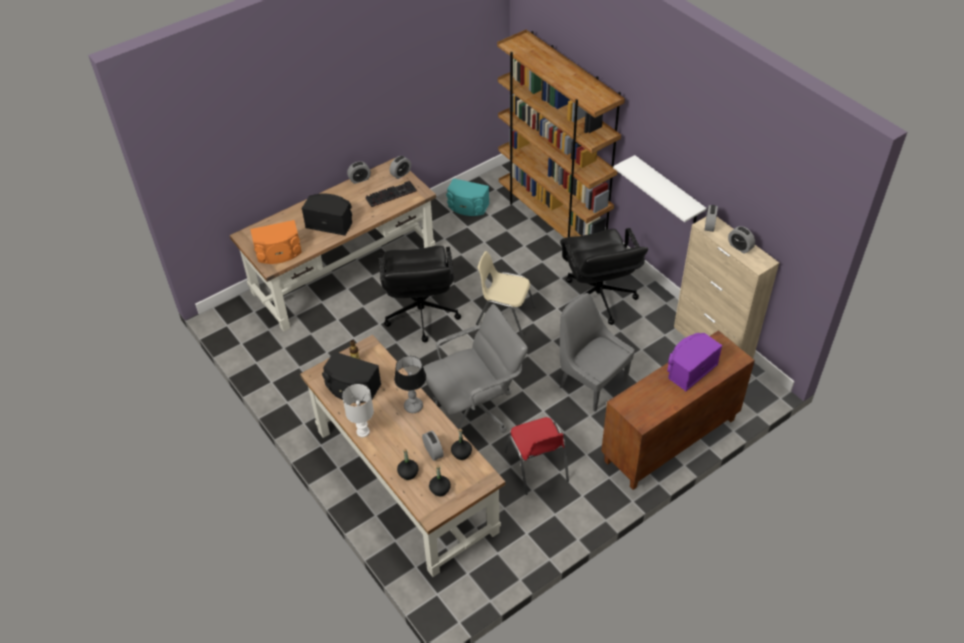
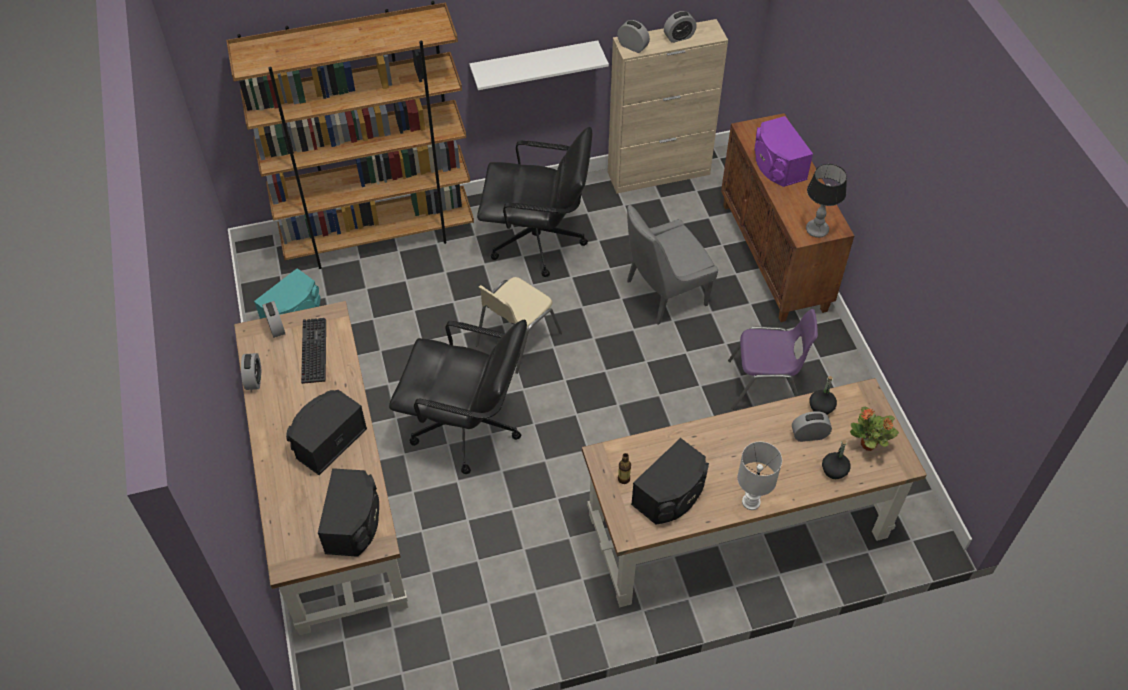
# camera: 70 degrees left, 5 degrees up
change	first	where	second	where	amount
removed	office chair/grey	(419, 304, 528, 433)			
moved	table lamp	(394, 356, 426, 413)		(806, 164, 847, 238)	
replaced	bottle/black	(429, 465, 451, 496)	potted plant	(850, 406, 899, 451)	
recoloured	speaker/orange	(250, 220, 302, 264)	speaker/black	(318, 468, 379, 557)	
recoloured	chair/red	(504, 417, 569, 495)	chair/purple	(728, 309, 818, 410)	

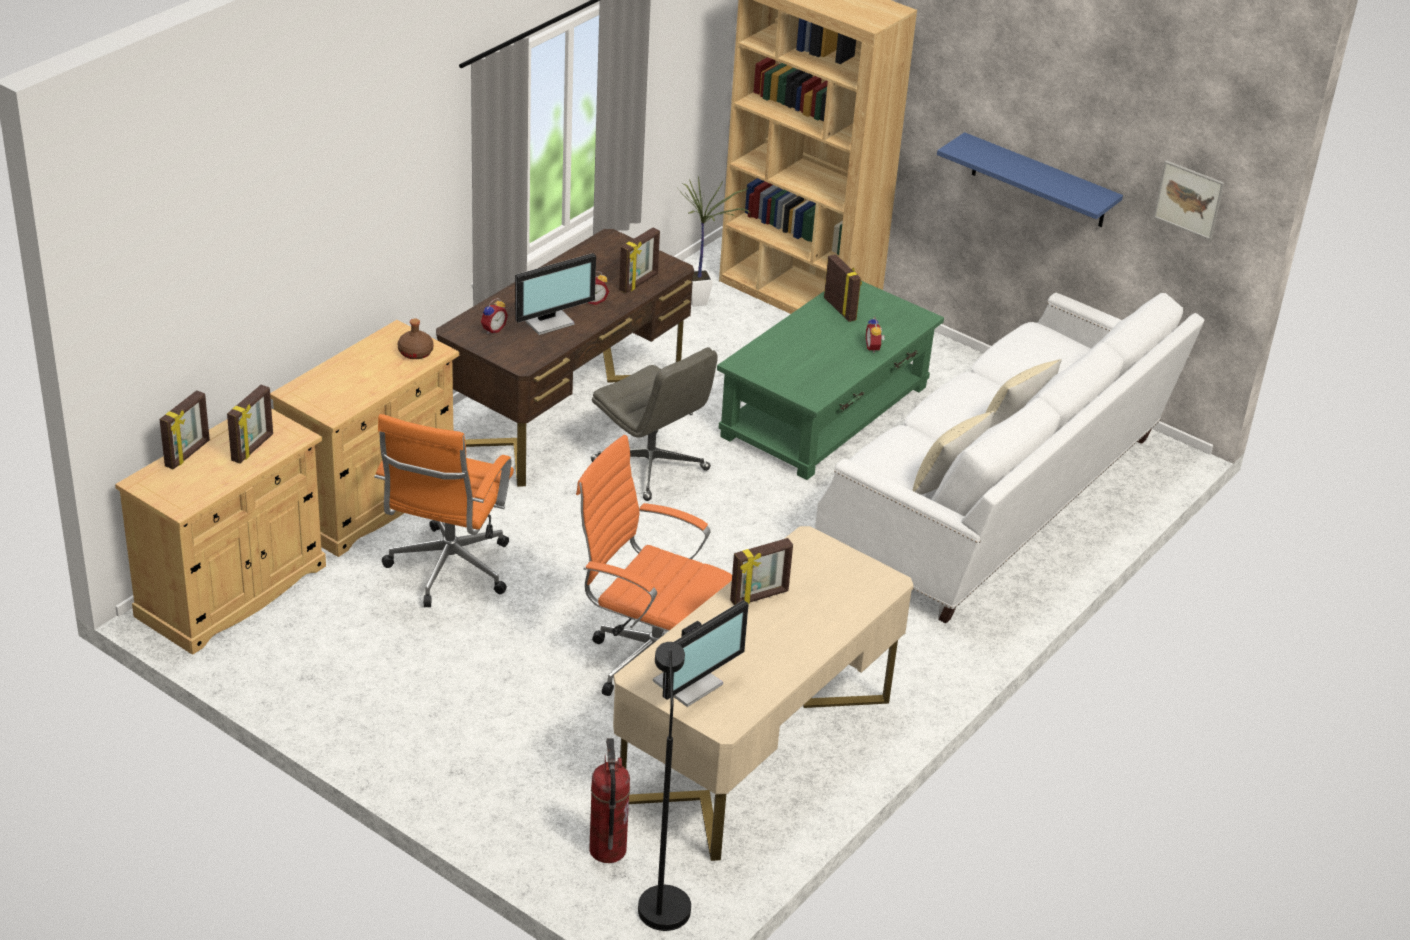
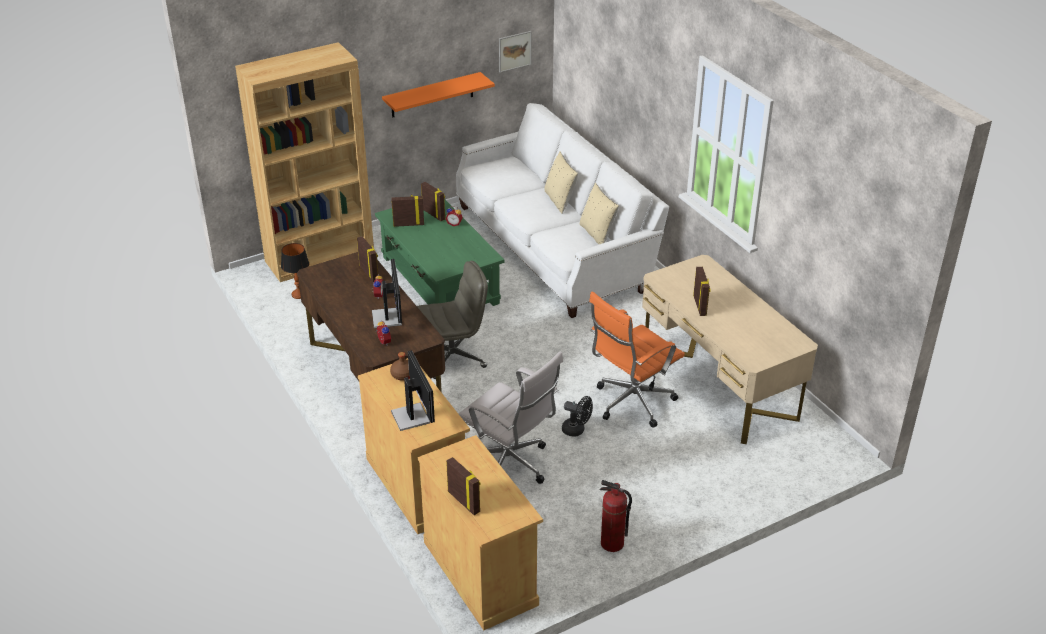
# camera: 65 degrees left, 0 degrees up
change	first	where	second	where	amount
removed	floor lamp/black	(638, 642, 691, 931)			
added			fan/black	(562, 396, 593, 437)	
moved	picture frame	(227, 385, 273, 464)		(421, 182, 445, 221)	
moved	fire extinguisher	(589, 738, 630, 863)		(600, 480, 632, 552)	
moved	monitor	(653, 600, 749, 707)		(391, 350, 435, 431)	
replaced	potted plant	(678, 176, 750, 306)	table lamp	(281, 243, 309, 299)	
recoloured	office chair/orange	(374, 414, 514, 607)	office chair/white	(458, 351, 563, 484)	
recoloured	shelf/blue	(937, 132, 1123, 227)	shelf/orange	(382, 72, 495, 118)	

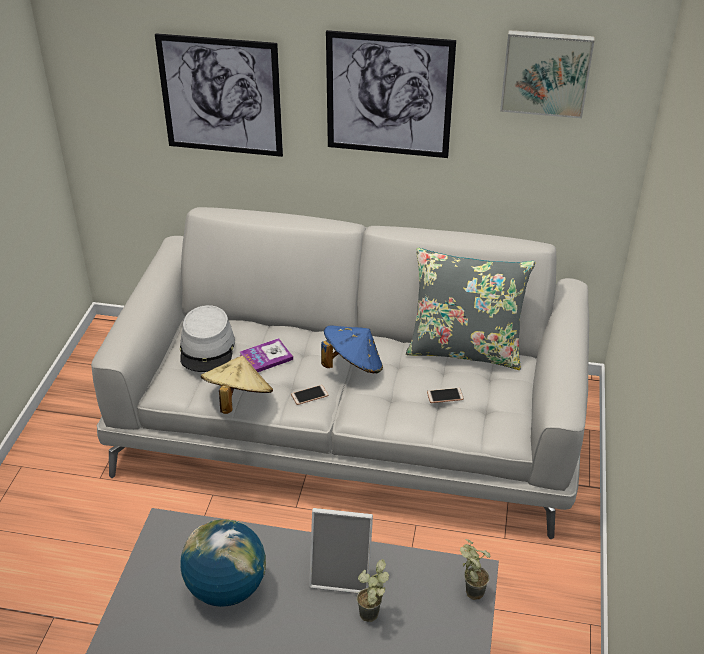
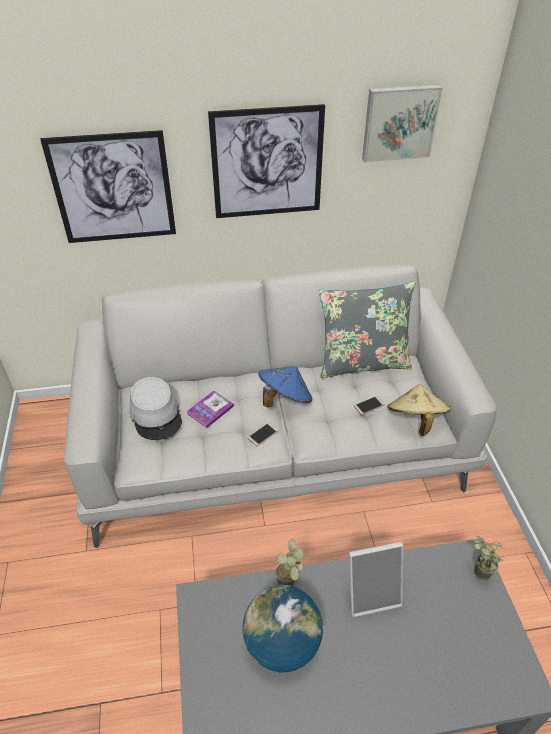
# camera: 20 degrees left, 5 degrees up
change	first	where	second	where	amount
moved	hat/beige	(201, 355, 273, 414)		(387, 384, 451, 436)	
moved	potted plant	(357, 559, 389, 622)		(275, 539, 304, 586)	

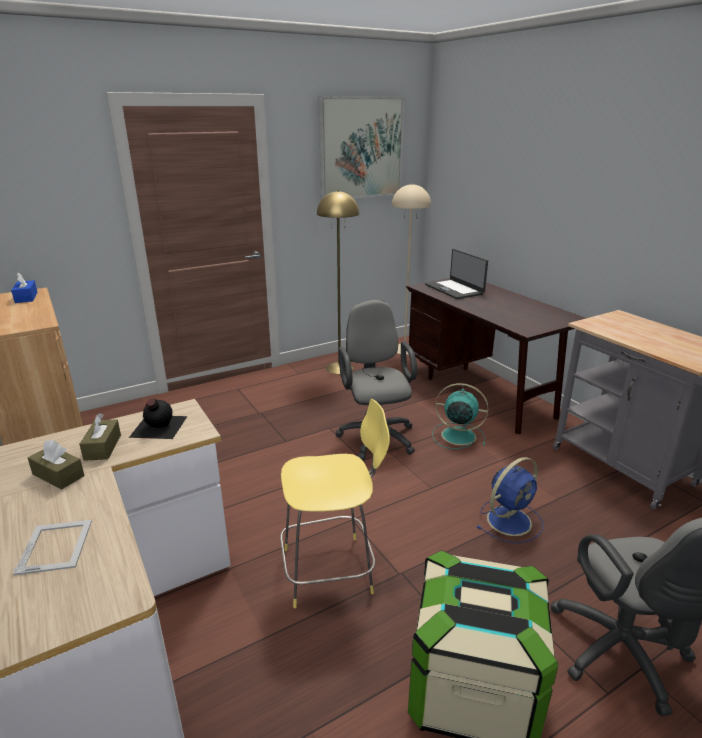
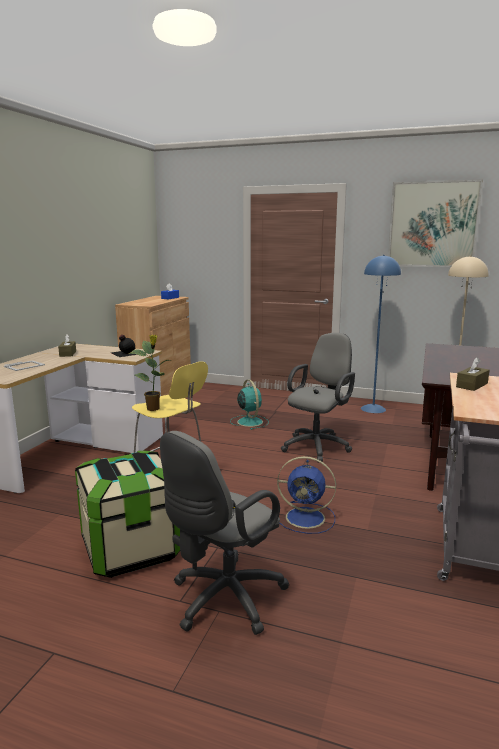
# camera: 50 degrees right, 10 degrees down
change	first	where	second	where	amount
removed	laptop	(425, 249, 488, 299)			
added			potted plant	(129, 335, 170, 411)	
moved	tissue box/brown	(79, 413, 121, 461)		(456, 357, 489, 391)	
moved	fan/turquoise	(432, 383, 489, 449)		(230, 379, 269, 430)	
recoloured	floor lamp/yellow	(317, 190, 360, 374)	floor lamp/blue	(361, 255, 401, 413)	

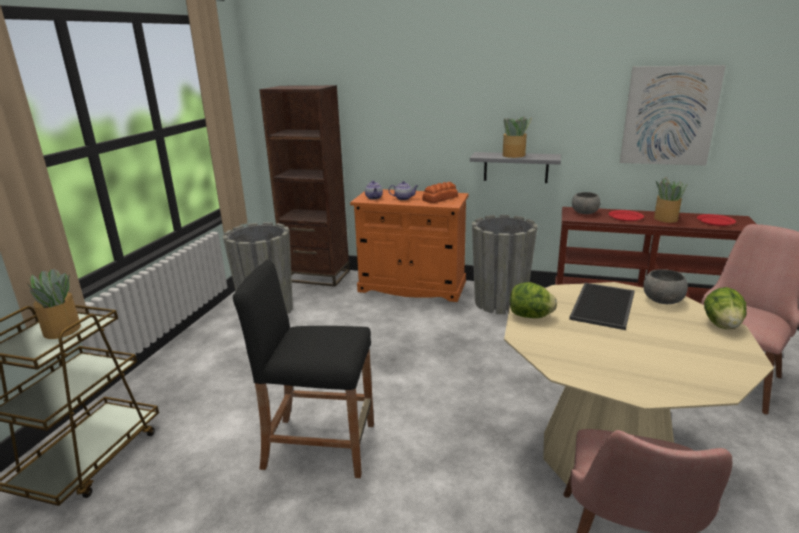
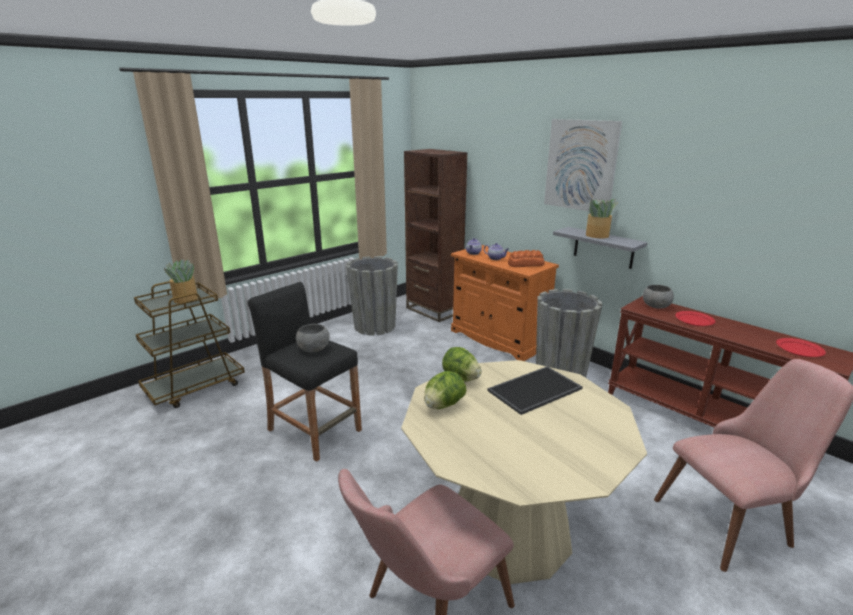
# camera: 30 degrees right, 0 degrees up
change	first	where	second	where	amount
removed	potted plant	(654, 178, 688, 223)			
moved	picture	(620, 65, 726, 166)		(544, 119, 622, 212)	
moved	bowl/grey	(643, 269, 688, 304)		(296, 324, 330, 352)	
moved	lettuce	(704, 287, 746, 329)		(424, 371, 467, 409)	

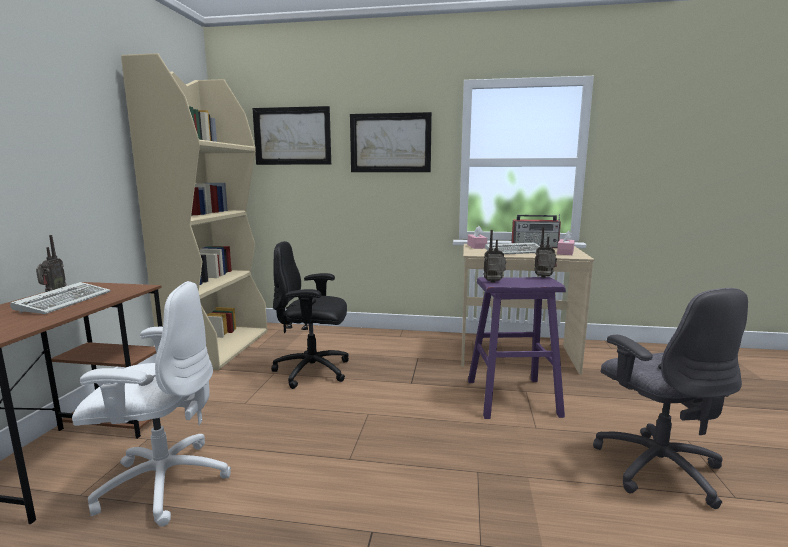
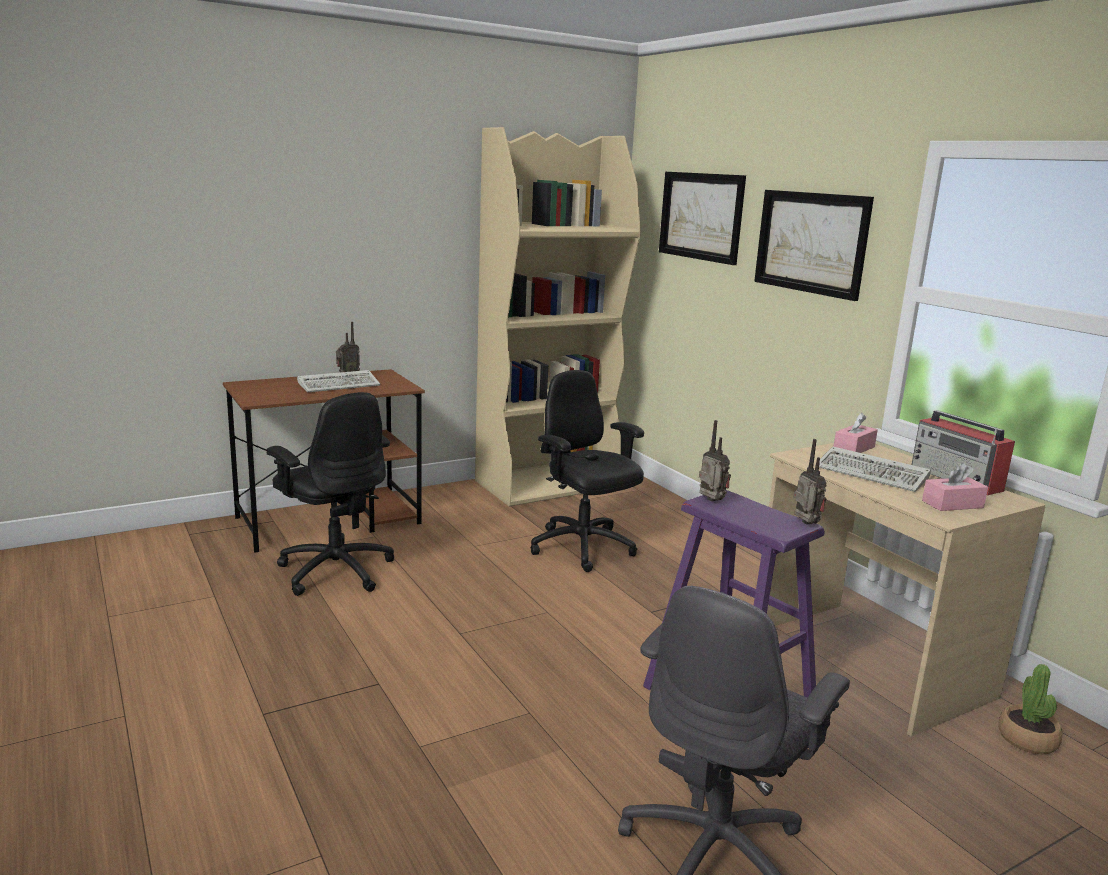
# camera: 50 degrees right, 5 degrees up
change	first	where	second	where	amount
added			potted plant	(998, 664, 1062, 754)	
recoloured	office chair/white	(72, 281, 231, 526)	office chair/black	(266, 392, 394, 596)	

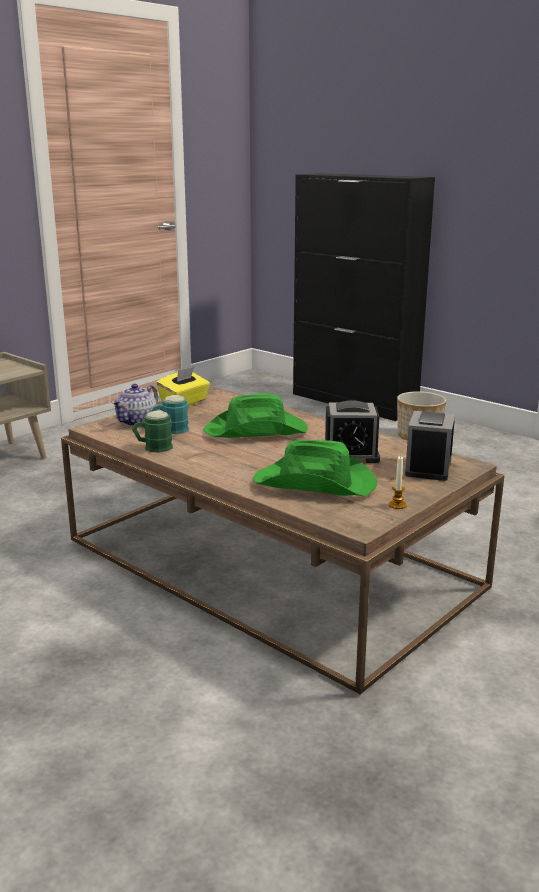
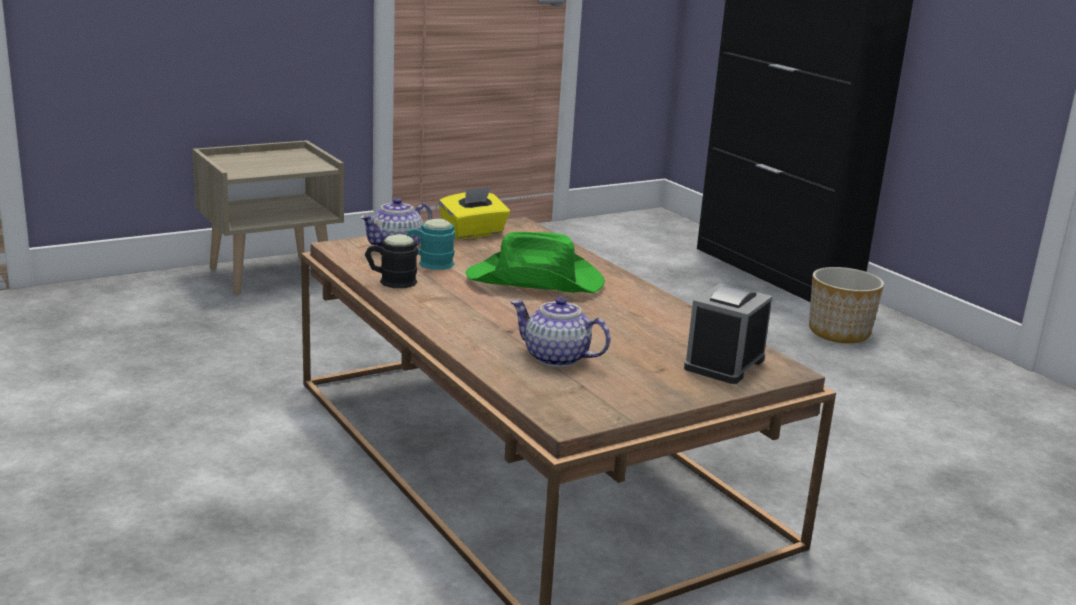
# camera: 15 degrees right, 0 degrees up
change	first	where	second	where	amount
removed	alarm clock	(325, 400, 380, 463)			
removed	candle	(388, 456, 407, 509)			
replaced	hat/green	(254, 440, 377, 496)	teapot	(511, 297, 611, 367)	
recoloured	mug/green	(132, 410, 173, 453)	mug/black	(365, 234, 418, 288)	

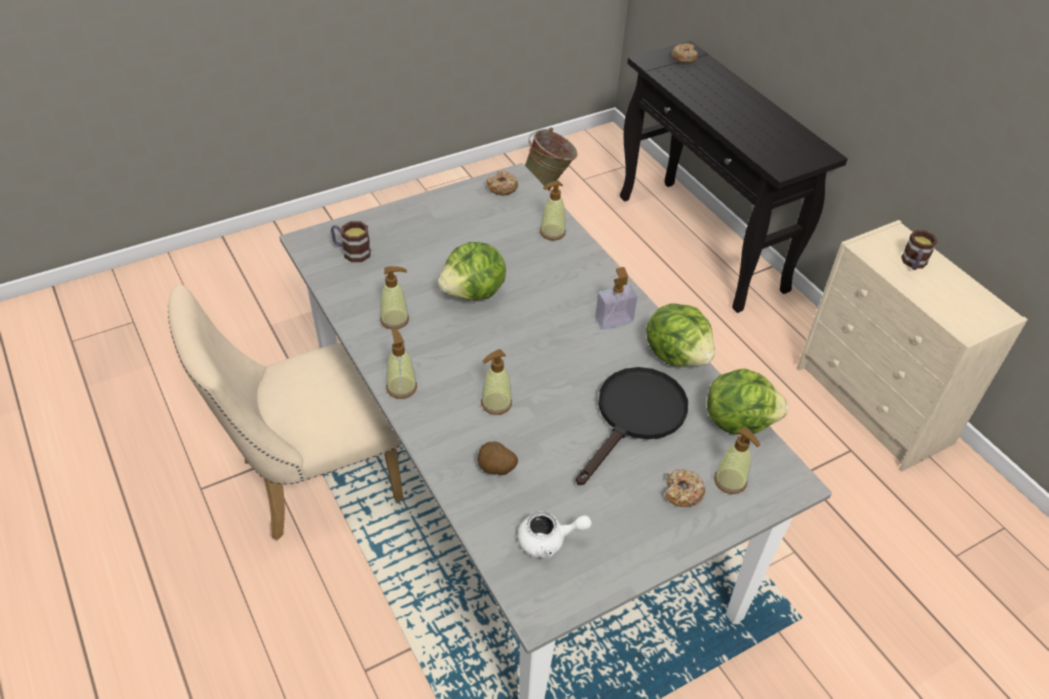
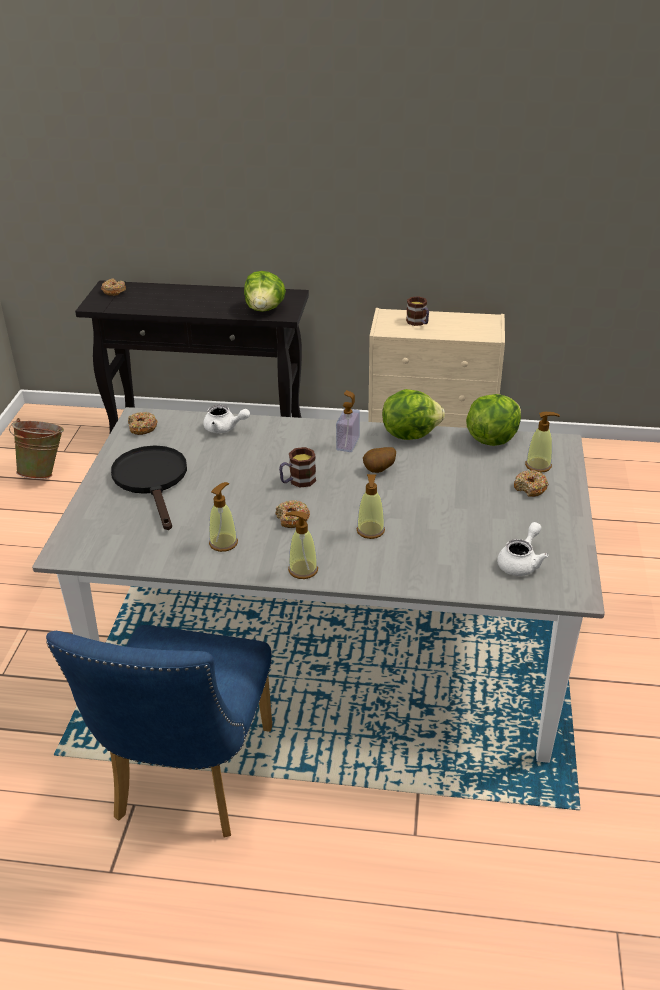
# camera: 50 degrees left, 10 degrees down
change	first	where	second	where	amount
added			donut	(275, 500, 310, 528)	
moved	mug	(331, 221, 371, 262)		(279, 447, 316, 488)	
moved	lettuce	(437, 242, 506, 301)		(244, 271, 286, 312)	
moved	potato	(478, 442, 518, 475)		(363, 447, 396, 473)	
moved	frying pan/black	(576, 367, 688, 485)		(111, 445, 187, 530)	
replaced	soap dispenser	(540, 181, 566, 240)	teapot/white	(203, 405, 250, 433)	
recoloured	chair/beige	(168, 284, 403, 540)	chair/blue	(46, 625, 272, 838)	

